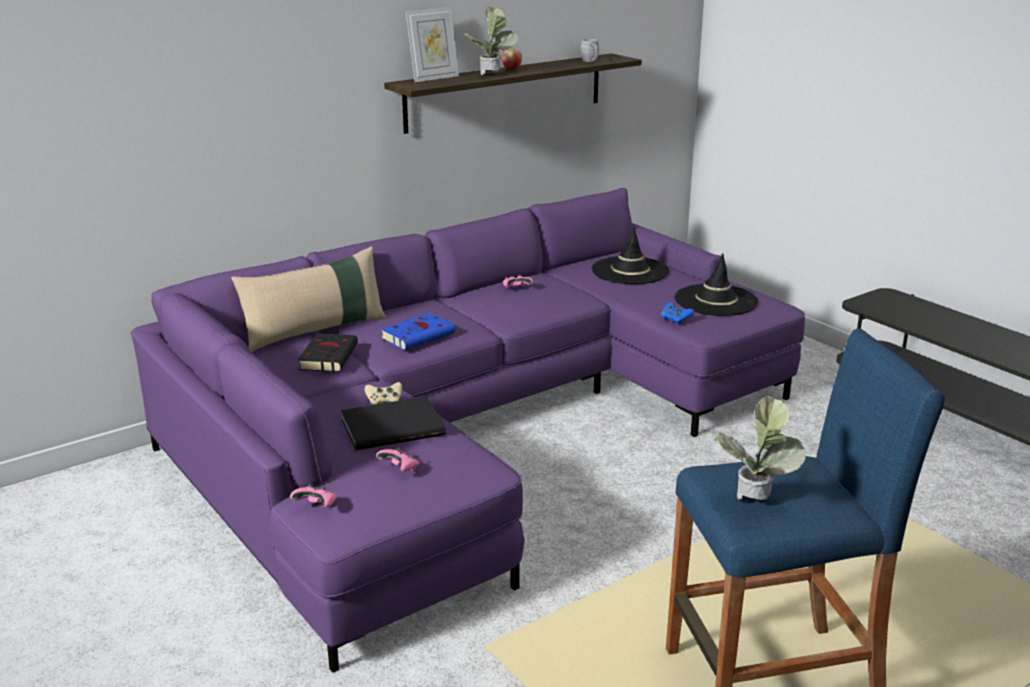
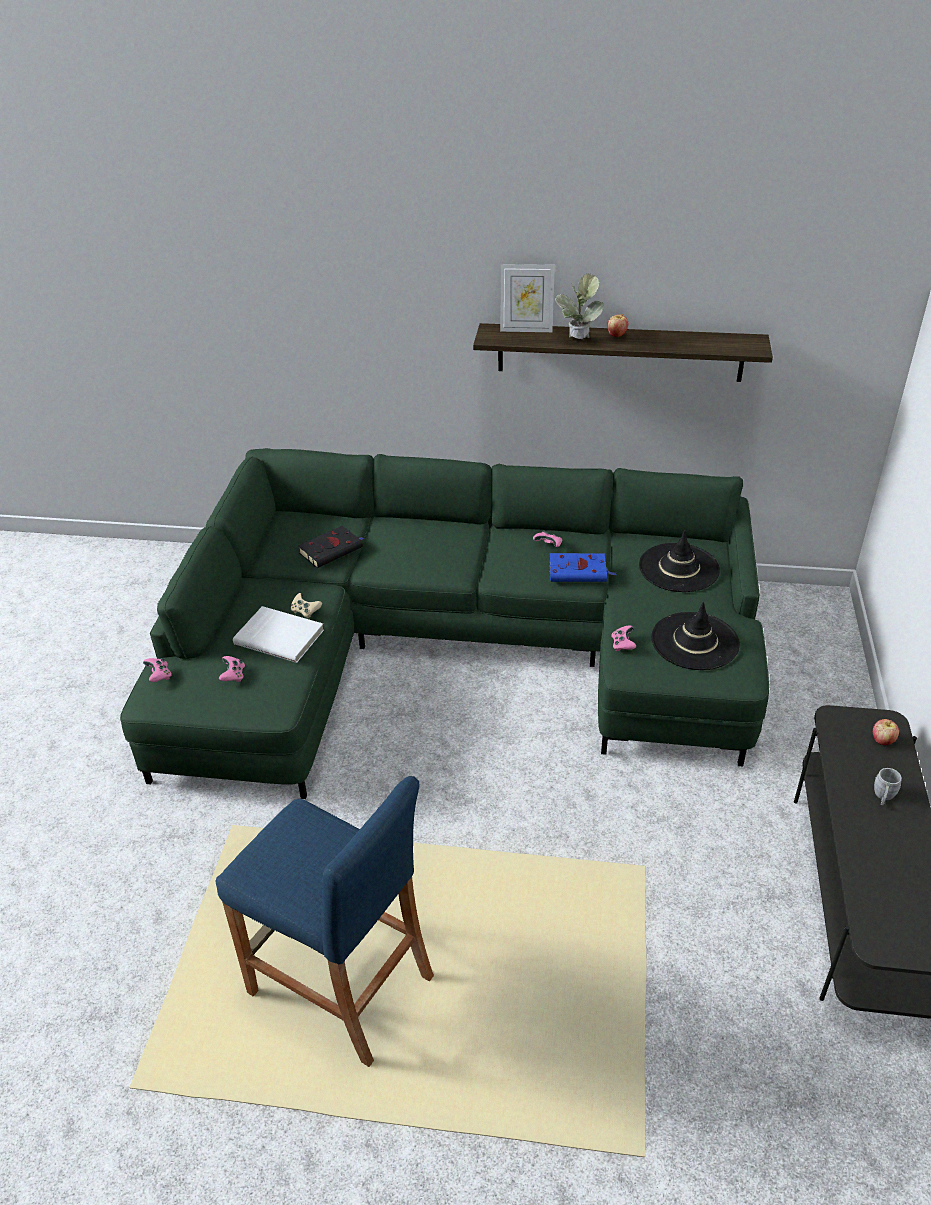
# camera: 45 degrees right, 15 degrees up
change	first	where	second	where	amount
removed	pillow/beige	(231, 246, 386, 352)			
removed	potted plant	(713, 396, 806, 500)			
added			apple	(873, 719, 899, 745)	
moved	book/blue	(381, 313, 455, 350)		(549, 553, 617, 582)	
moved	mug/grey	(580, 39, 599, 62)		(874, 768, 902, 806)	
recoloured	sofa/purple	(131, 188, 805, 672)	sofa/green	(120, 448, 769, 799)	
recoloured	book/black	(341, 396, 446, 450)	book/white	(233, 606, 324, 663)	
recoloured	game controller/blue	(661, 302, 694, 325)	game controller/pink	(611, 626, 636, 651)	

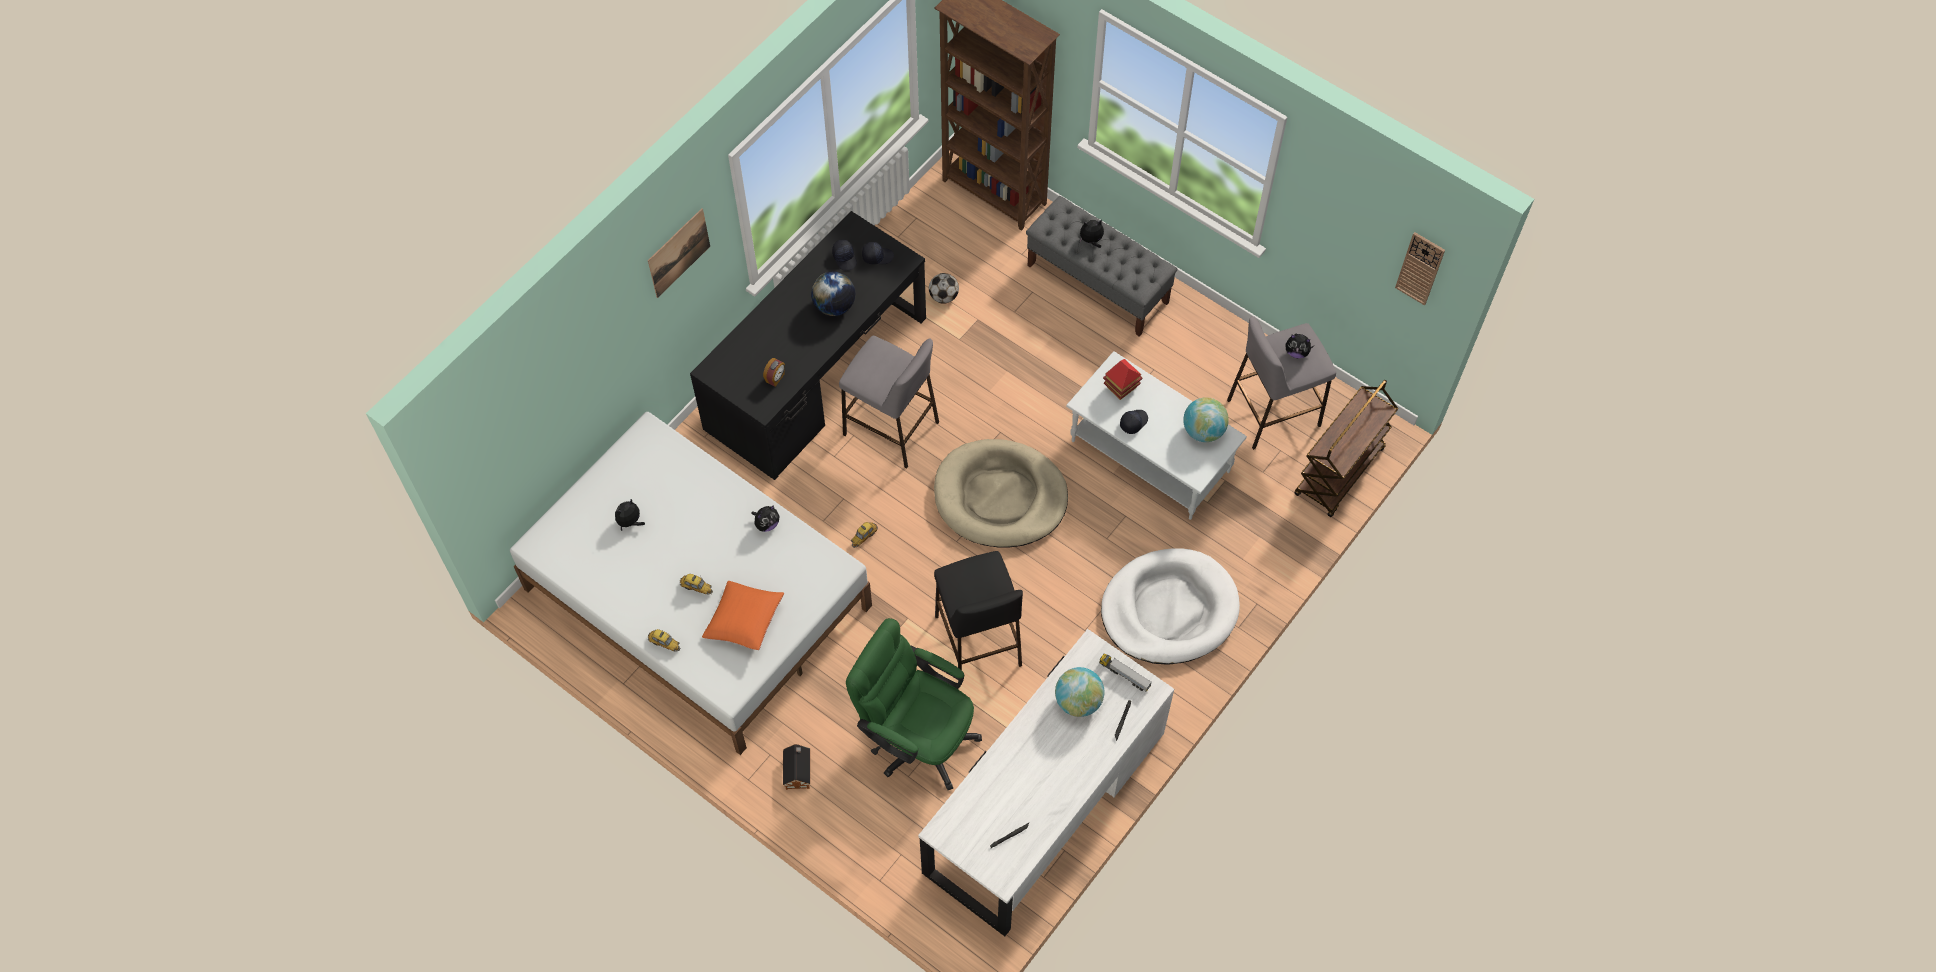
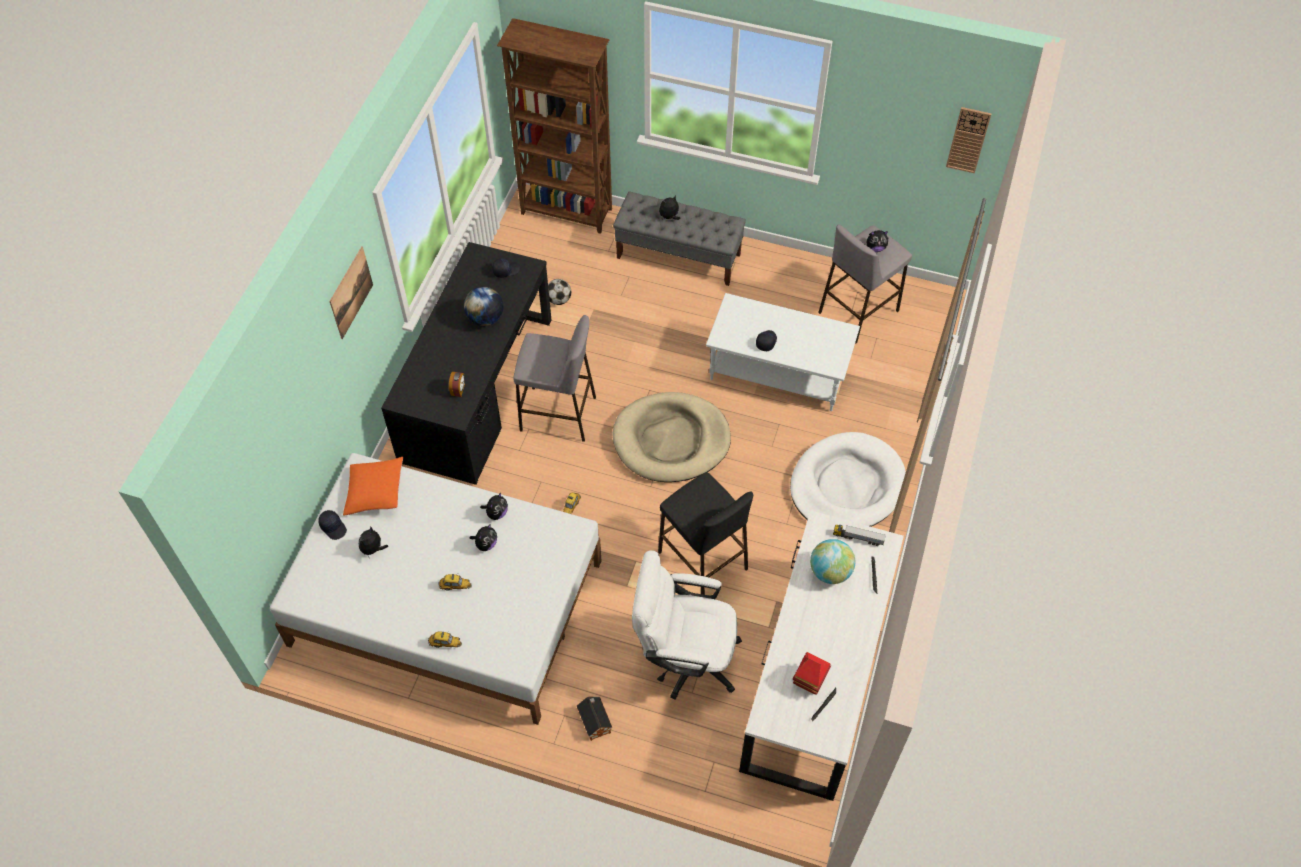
# camera: 20 degrees left, 5 degrees down
change	first	where	second	where	amount
removed	globe	(1183, 397, 1229, 442)			
removed	cart/brown	(1294, 380, 1398, 517)			
added			plush toy	(470, 524, 497, 551)	
moved	pillow/orange	(702, 581, 784, 650)		(343, 457, 403, 515)	
moved	cap/black	(832, 239, 857, 271)		(318, 510, 347, 540)	
moved	toy house	(1103, 359, 1143, 400)		(793, 652, 831, 695)	
recoloured	office chair/green	(846, 618, 982, 790)	office chair/white	(632, 550, 742, 700)	

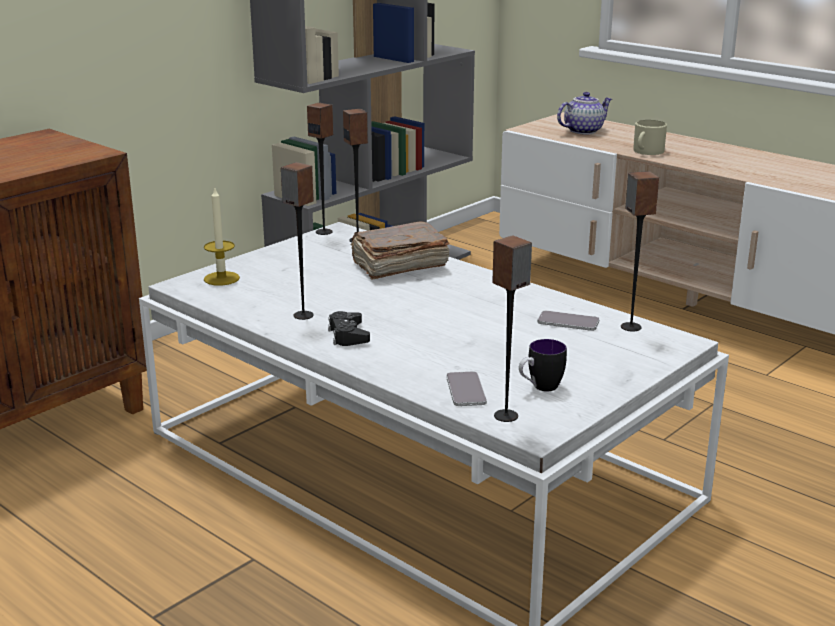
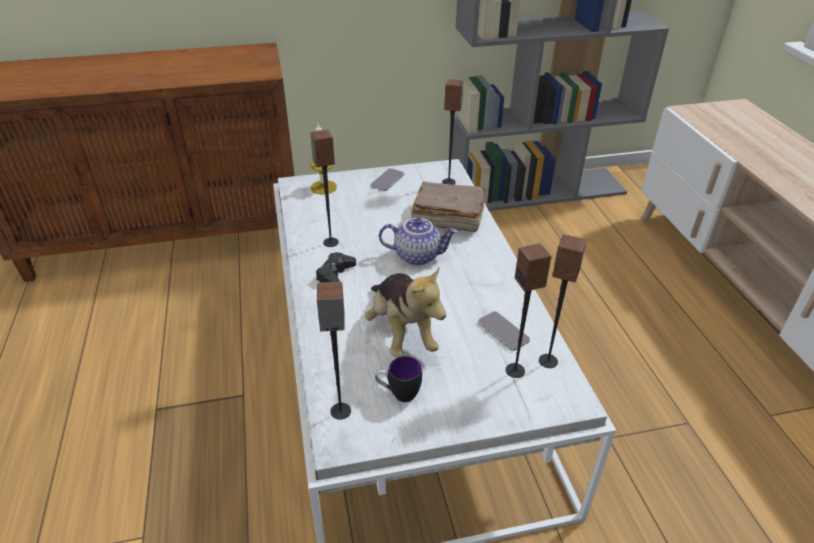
# camera: 35 degrees right, 15 degrees up
change	first	where	second	where	amount
removed	mug/beige	(634, 120, 667, 155)			
added			plush toy	(365, 268, 446, 357)	
moved	speaker	(307, 103, 334, 235)		(506, 243, 552, 378)	
moved	phone	(446, 371, 487, 406)		(370, 168, 404, 191)	
moved	teapot	(557, 92, 612, 134)		(379, 218, 458, 266)	

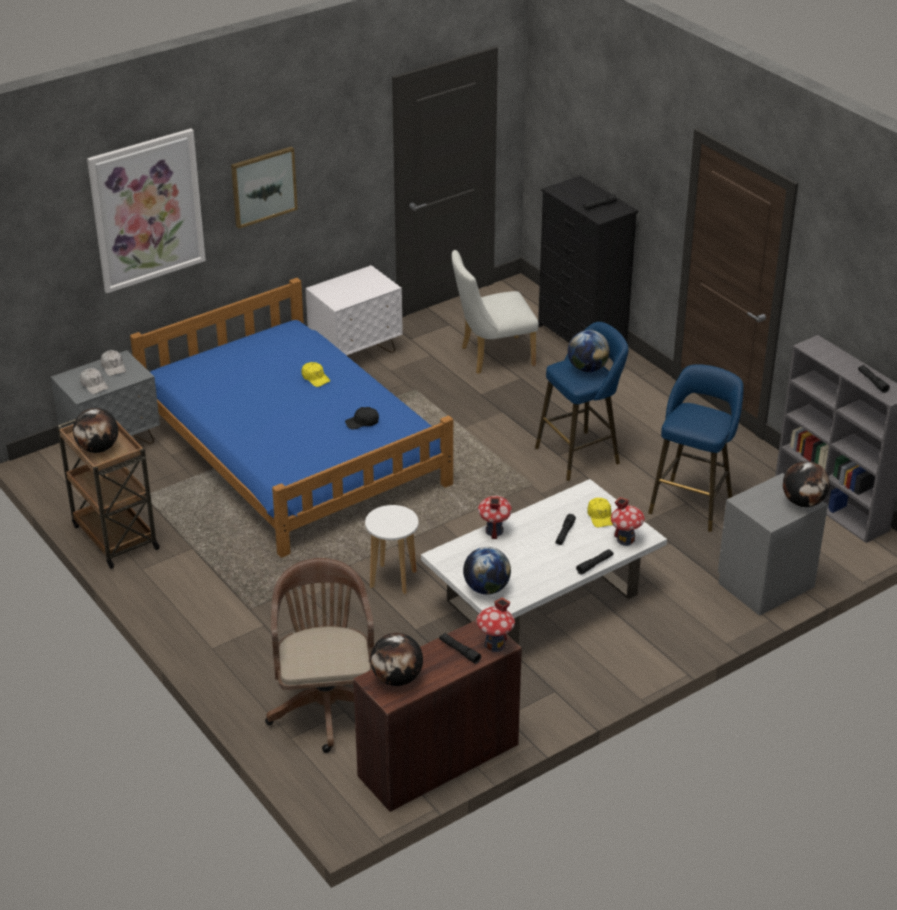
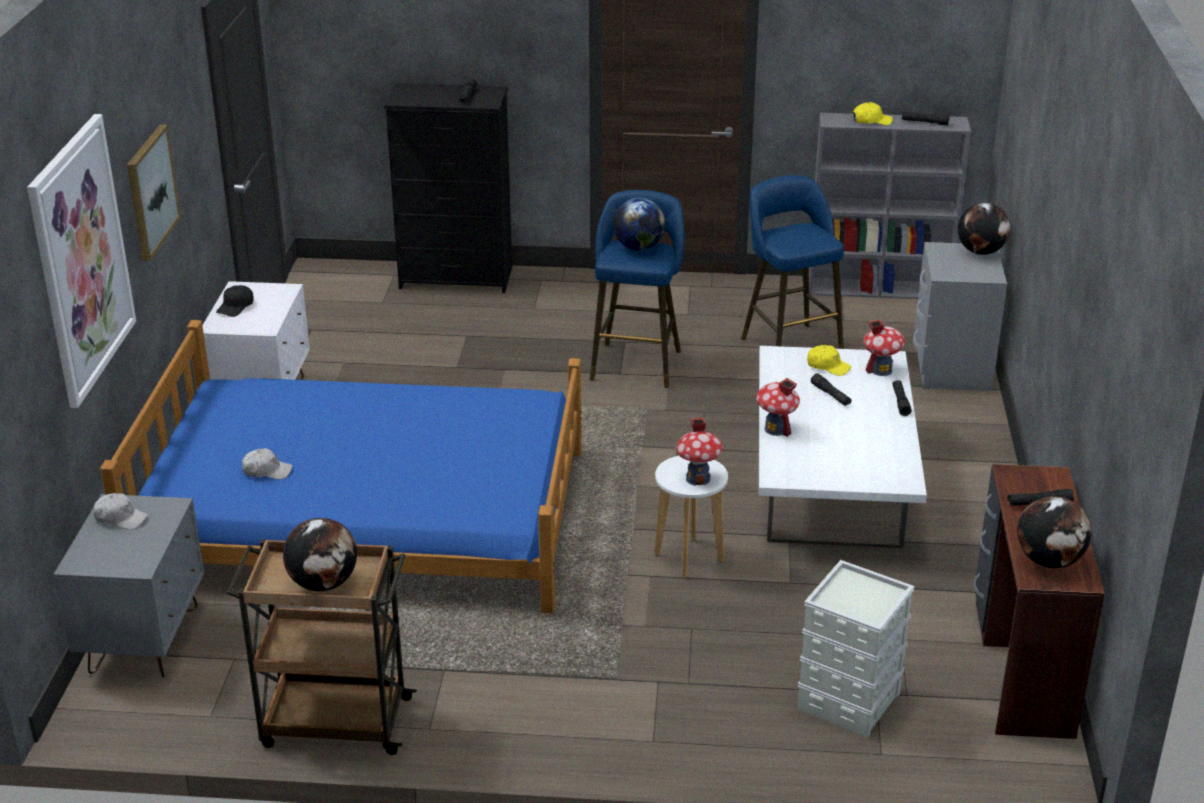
# camera: 50 degrees left, 5 degrees down
change	first	where	second	where	amount
removed	chair/white	(452, 250, 539, 374)			
removed	globe	(463, 547, 511, 595)			
moved	cap/white	(80, 368, 109, 394)		(242, 448, 292, 479)	
moved	cap/yellow	(301, 362, 330, 387)		(853, 102, 893, 125)	
moved	cap/black	(345, 407, 379, 430)		(216, 285, 254, 317)	
moved	toy house	(476, 597, 515, 652)		(676, 418, 723, 486)	
replaced	office chair/brown	(265, 558, 374, 753)	storage box/grey	(798, 560, 914, 738)	

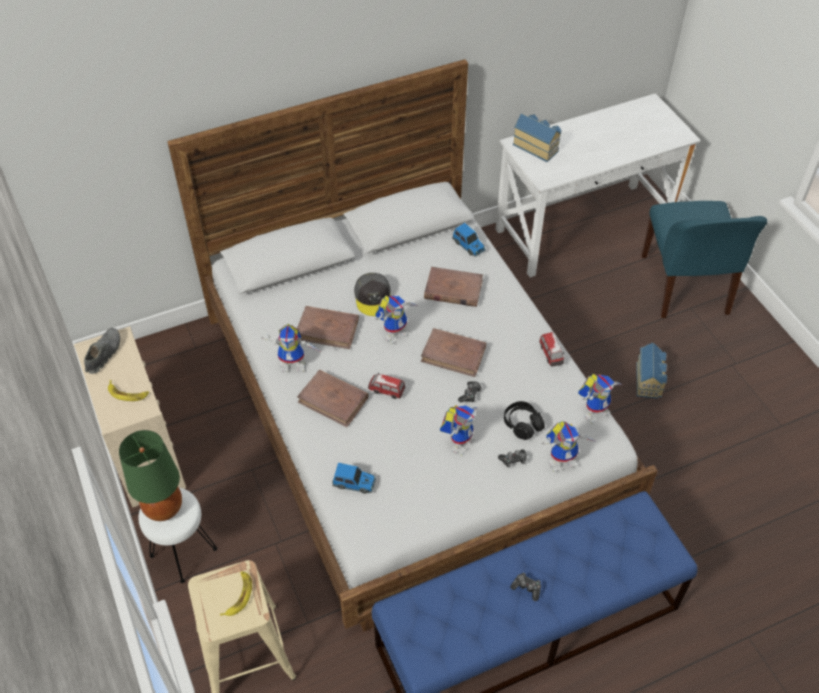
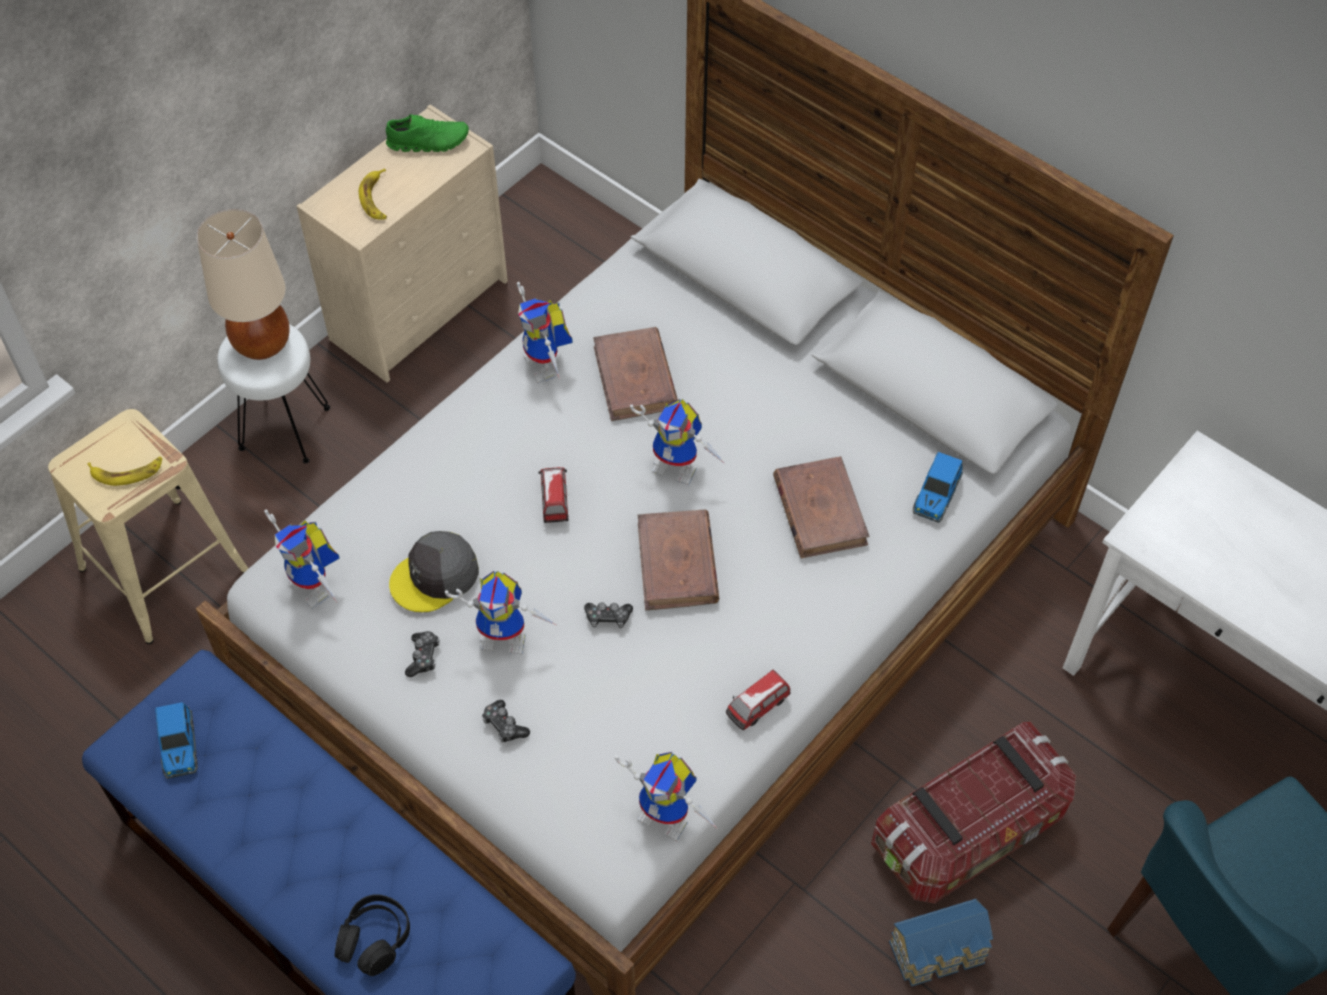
# camera: 65 degrees right, 5 degrees up
change	first	where	second	where	amount
removed	book/brown	(297, 370, 369, 427)			
removed	toy house	(513, 113, 562, 162)			
added			storage box	(871, 722, 1076, 904)	
moved	toy car	(332, 463, 376, 493)		(155, 702, 198, 779)	
moved	cap/grey	(354, 273, 391, 316)		(389, 531, 479, 612)	
moved	headphones/black	(504, 401, 545, 440)		(335, 894, 410, 976)	
moved	game controller	(510, 573, 541, 601)		(405, 631, 439, 677)	
moved	toy robot	(541, 421, 595, 472)		(264, 510, 340, 609)	
recoloured	shoe/grey	(84, 328, 120, 374)	shoe/green	(386, 114, 469, 152)	
recoloured	table lamp/green	(119, 430, 182, 521)	table lamp/beige	(197, 209, 290, 360)	

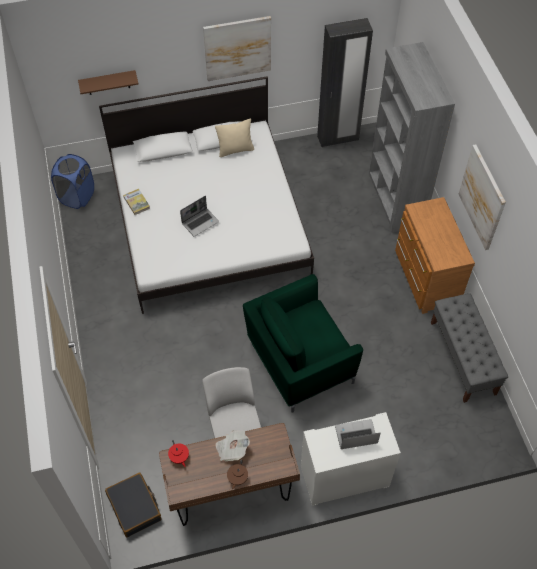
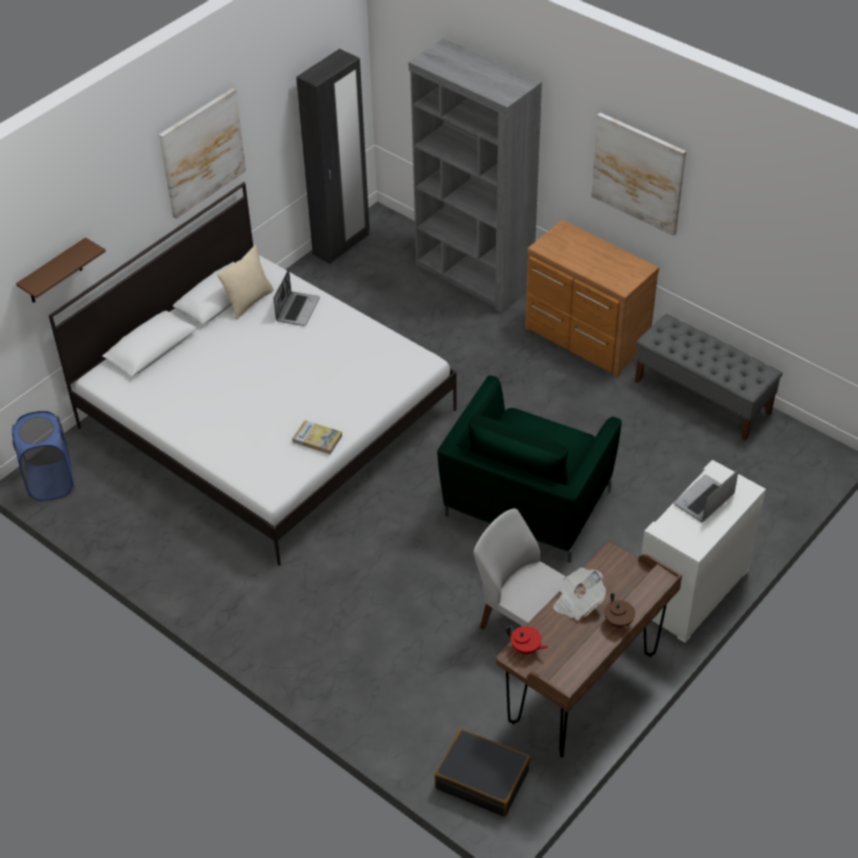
# camera: 35 degrees left, 10 degrees down
change	first	where	second	where	amount
moved	book	(123, 189, 150, 215)		(292, 420, 342, 454)	
moved	laptop	(180, 196, 219, 237)		(273, 269, 320, 326)	

